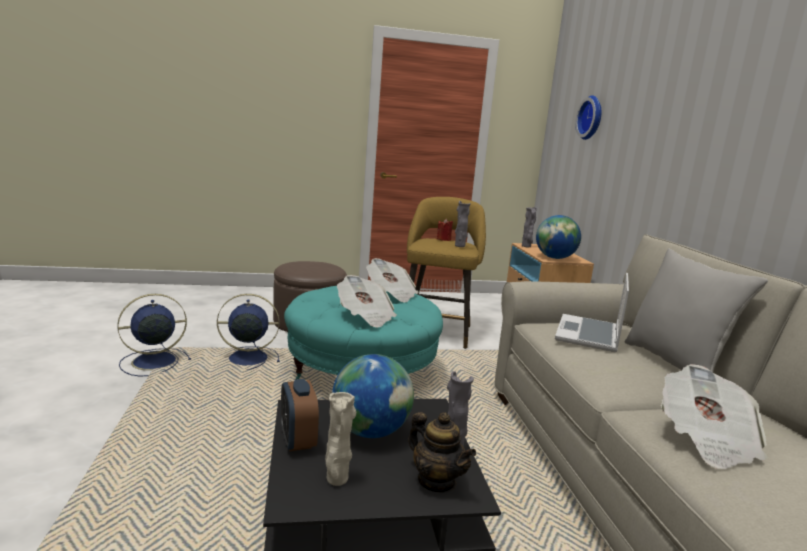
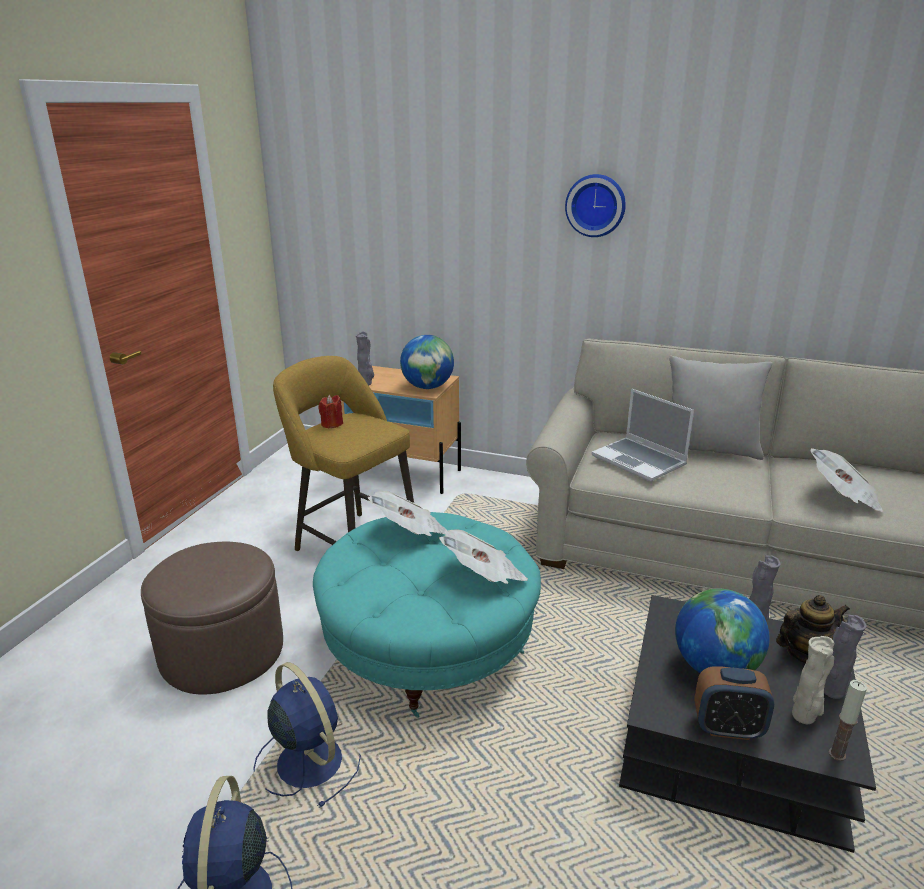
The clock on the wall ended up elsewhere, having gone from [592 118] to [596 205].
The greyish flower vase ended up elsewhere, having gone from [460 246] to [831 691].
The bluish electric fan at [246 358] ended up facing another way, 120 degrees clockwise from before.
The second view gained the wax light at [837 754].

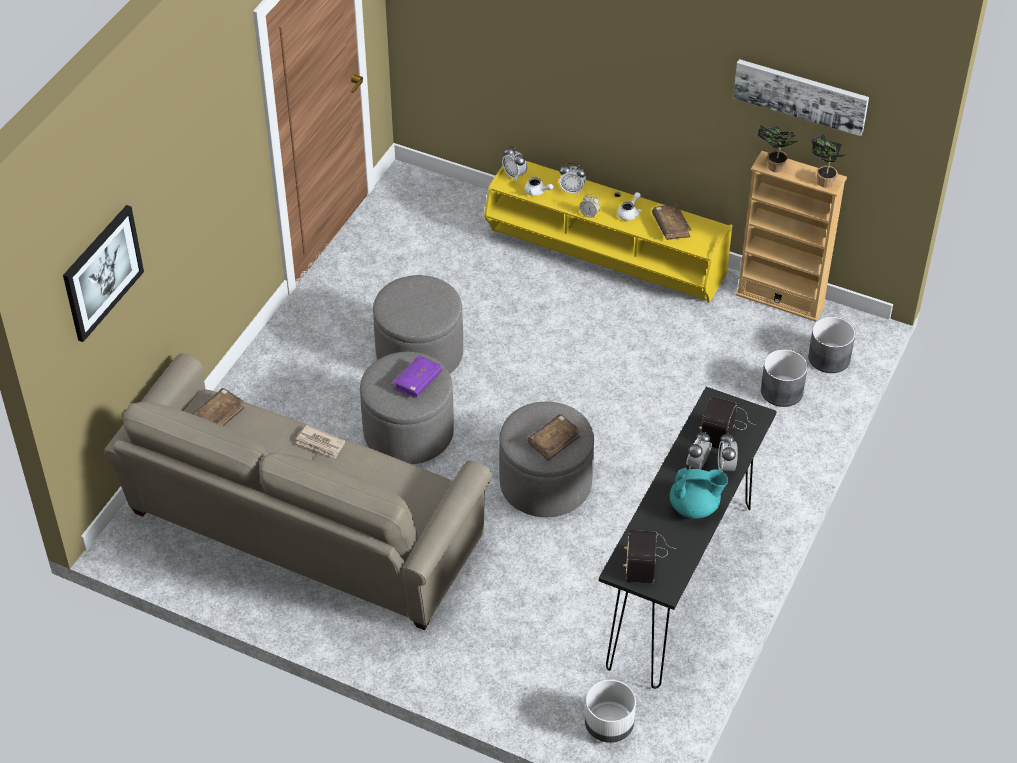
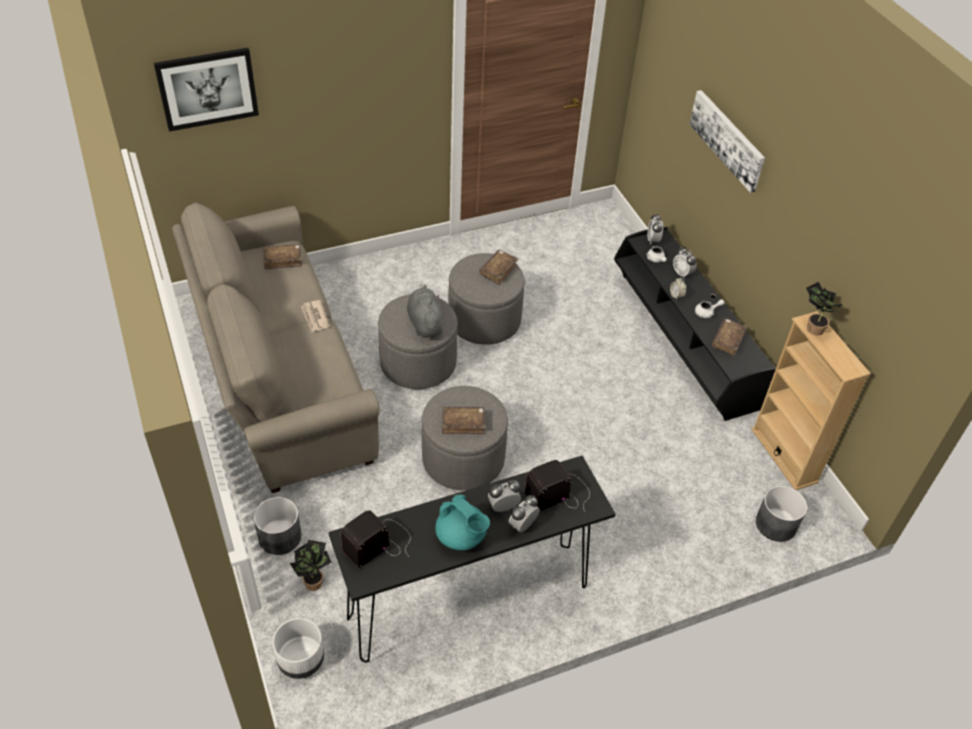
The wall art ended up elsewhere, having gone from [801 95] to [727 139].
The houseplant ended up elsewhere, having gone from [823 181] to [313 581].
What was the yellowish tv unit at [605 257] turned into the black-coloured tv unit at [682 341].
The greyish plant pot ended up elsewhere, having gone from [781 391] to [279 536].
Where the purple bound book stood at [417 381], the greyish soft toy came to stand at [425 323].
The second view gained the brownish bound book at [498 270].

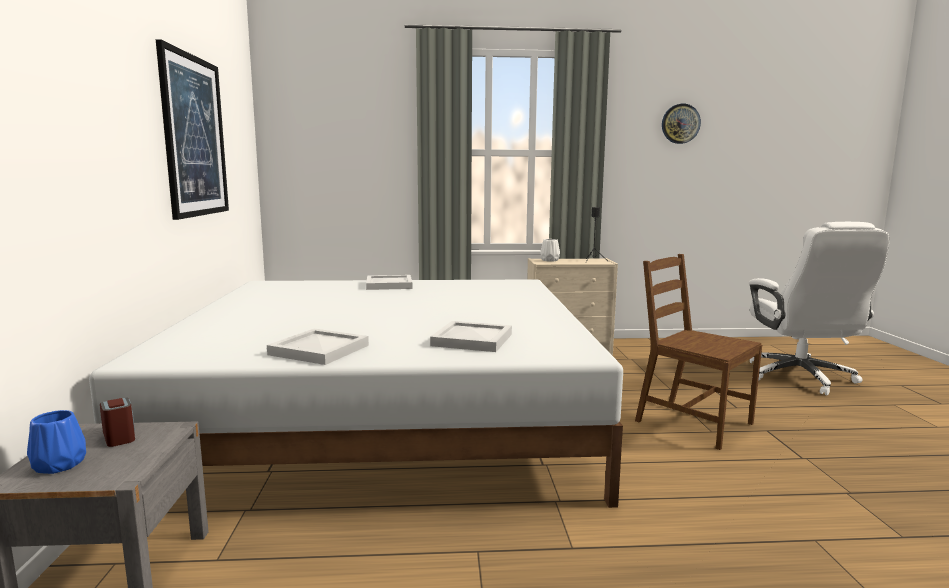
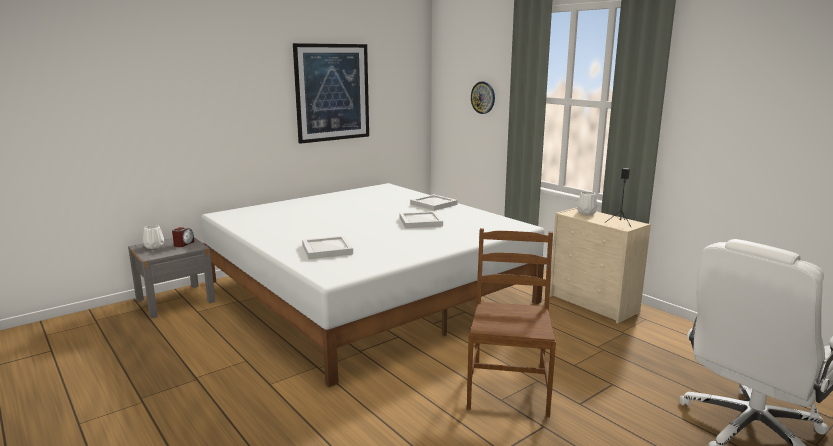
The clock on the wall ended up elsewhere, having gone from [680 123] to [483 97].
The white-coloured tray ended up elsewhere, having gone from [321 350] to [421 222].
What was the bluish flower vase at [58 465] turned into the white-coloured flower vase at [153 246].

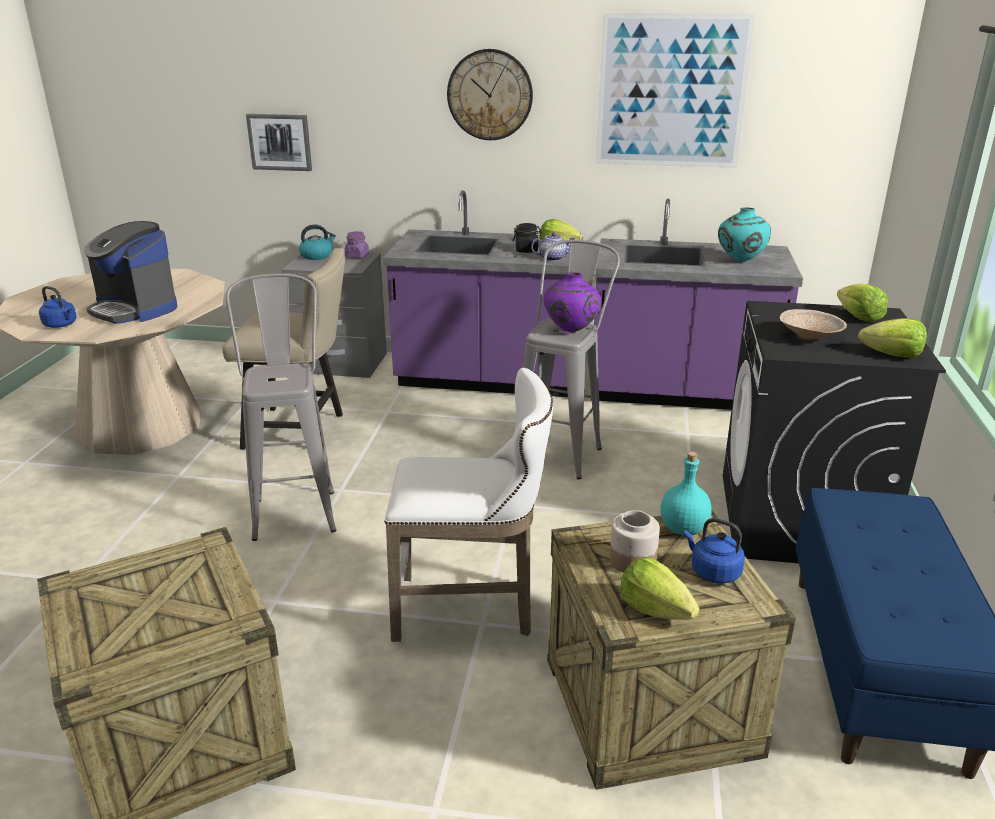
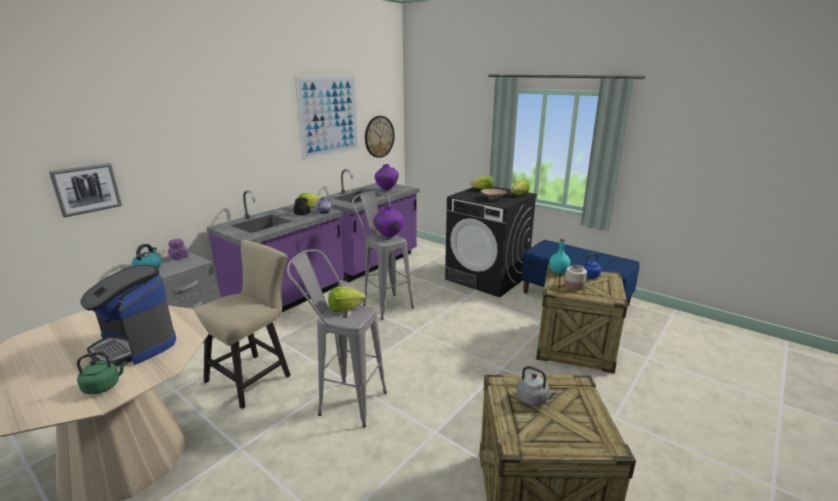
The clock on the wall ended up elsewhere, having gone from [490 95] to [379 136].
What was the blue-green flower vase at [740 261] turned into the purple flower vase at [386 190].
The coffee machine at [135 309] ended up facing another way, 60 degrees clockwise from before.
What was the bluish water kettle at [61 325] turned into the green water kettle at [104 386].
The second view lost the white-coloured stool seat at [472 609].
The lettuce ended up elsewhere, having gone from [655 609] to [345 308].
The second view gained the greyish water kettle at [533 399].

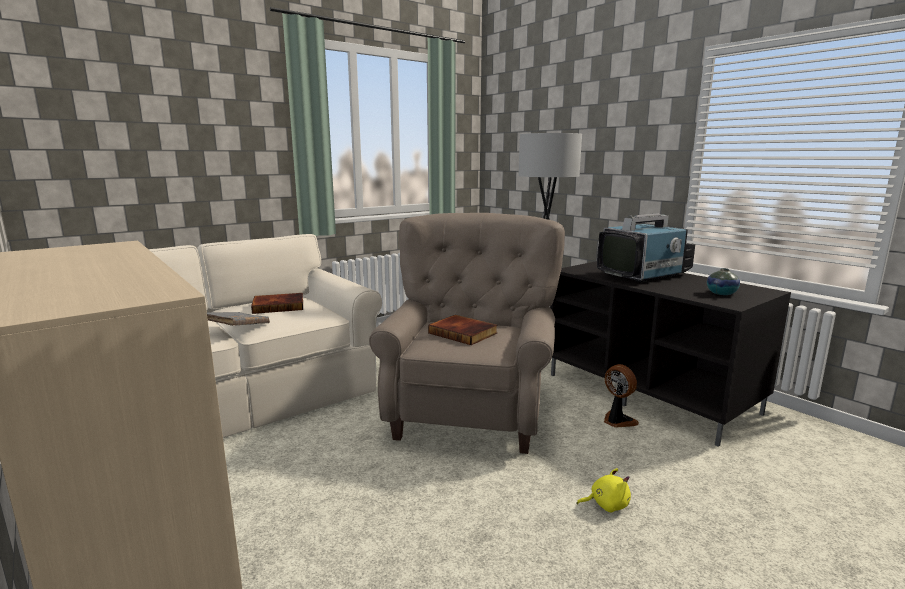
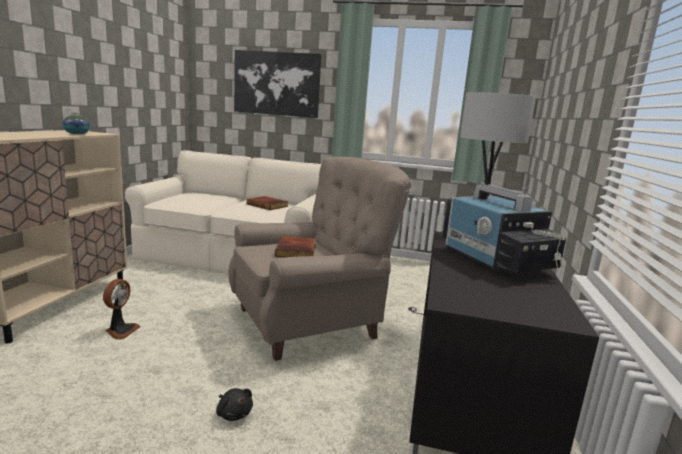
The TV at [644 275] ended up facing another way, 45 degrees clockwise from before.
The flower vase ended up elsewhere, having gone from [721 293] to [77 134].
The second view lost the greyish bound book at [236 328].
The electric fan ended up elsewhere, having gone from [617 421] to [121 330].
What was the yellowish soft toy at [606 504] turned into the black-coloured soft toy at [234 413].
The second view gained the wall art at [277 84].

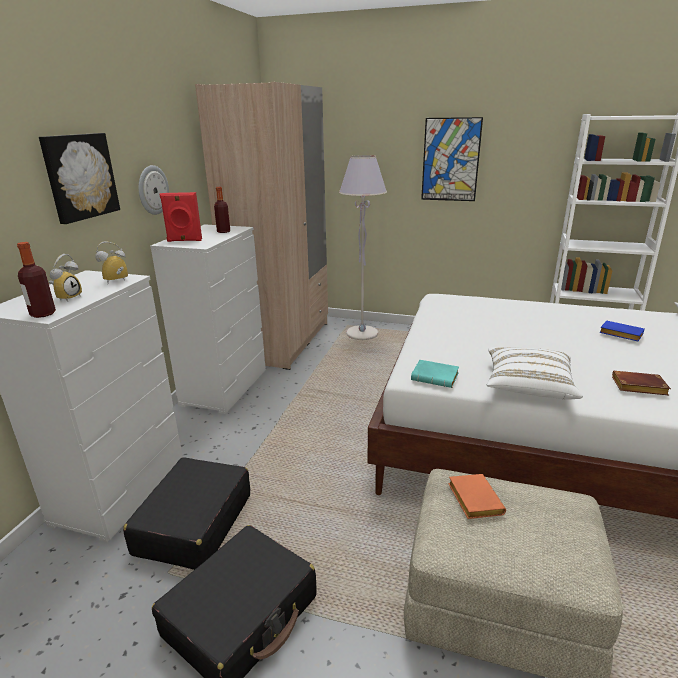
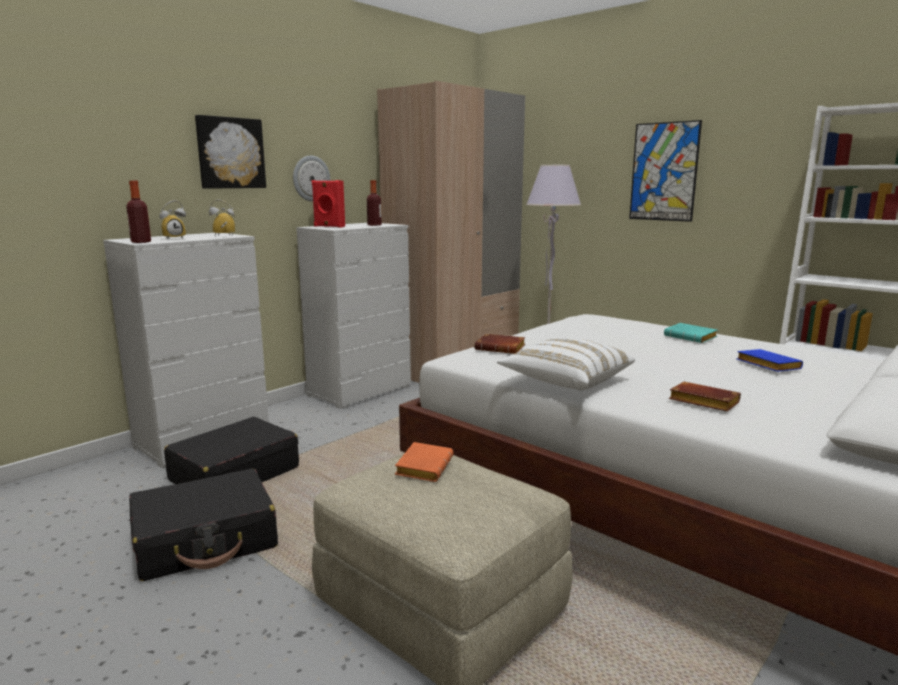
The blue-green bound book ended up elsewhere, having gone from [436 377] to [691 337].
The second view gained the brownish bound book at [501 348].

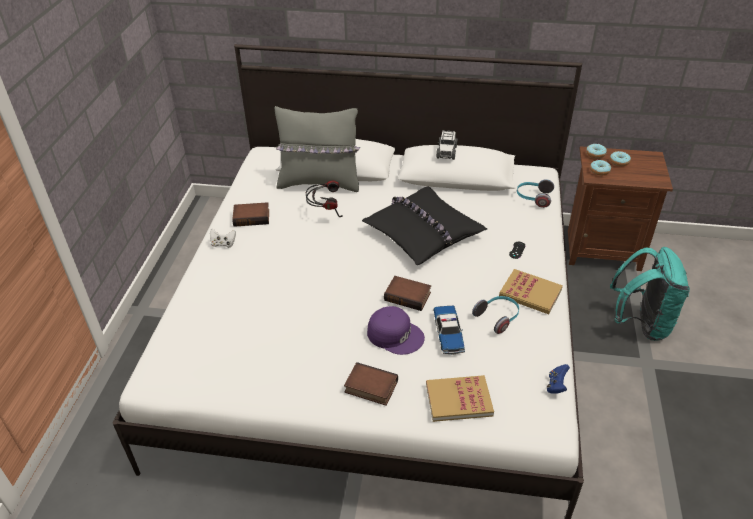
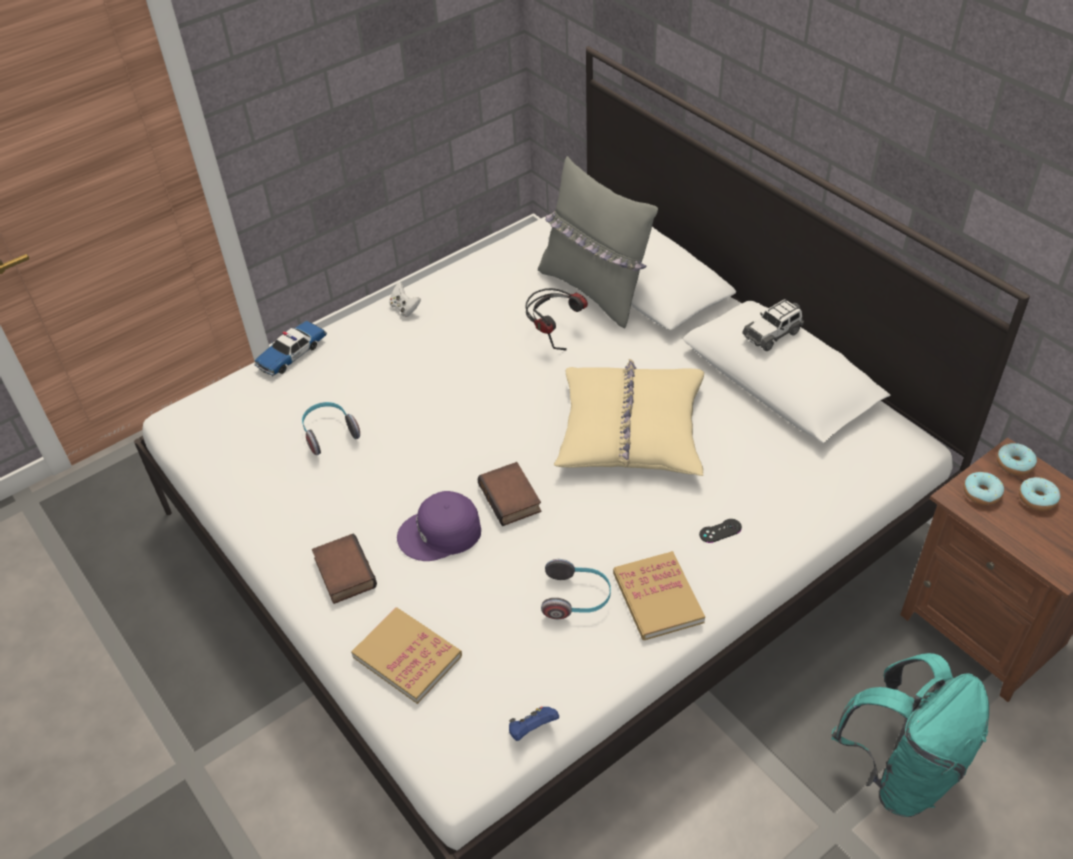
The headset ended up elsewhere, having gone from [533 198] to [329 433].
What was the black-coloured cushion at [422 233] turned into the beige cushion at [631 430].
The second view lost the bound book at [252 217].
The purple cap at [395 334] ended up facing another way, 90 degrees clockwise from before.
The model car ended up elsewhere, having gone from [448 333] to [292 354].

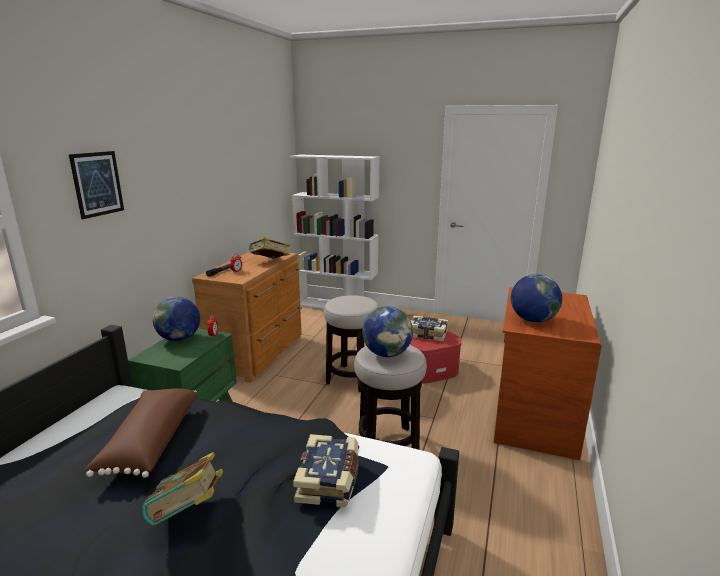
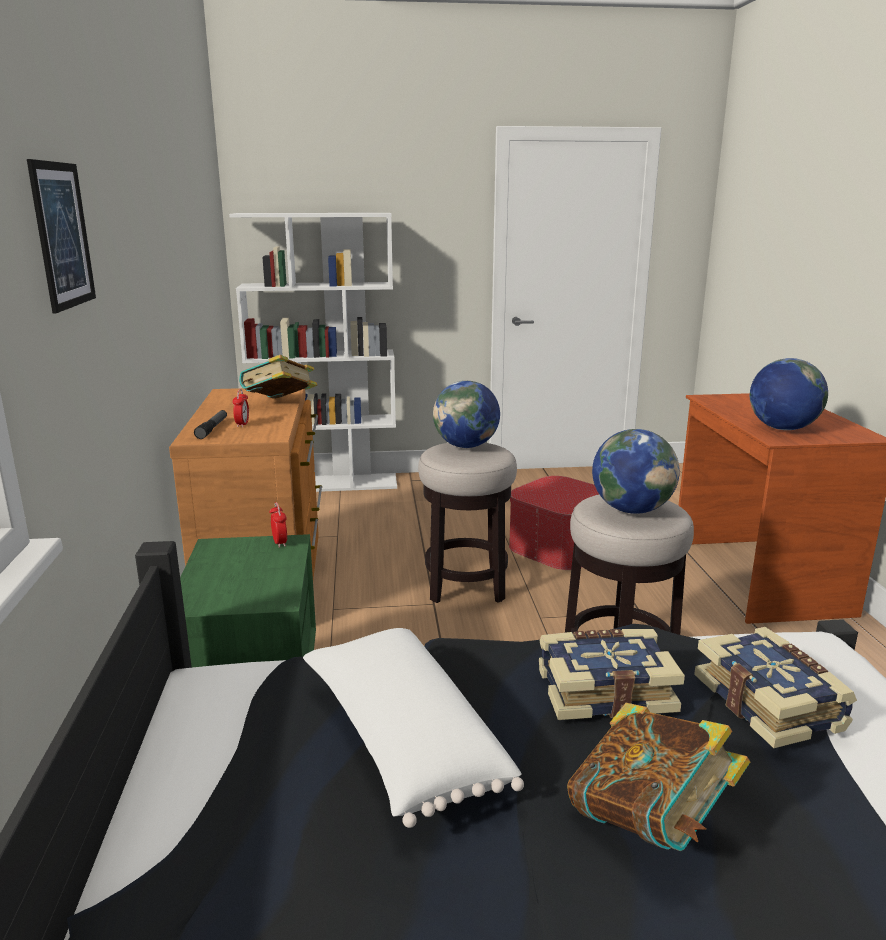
The globe ended up elsewhere, having gone from [179 339] to [466 446].
The bound book ended up elsewhere, having gone from [428 334] to [604 690].
What was the brownish cushion at [149 442] turned into the white-coloured cushion at [401 741].

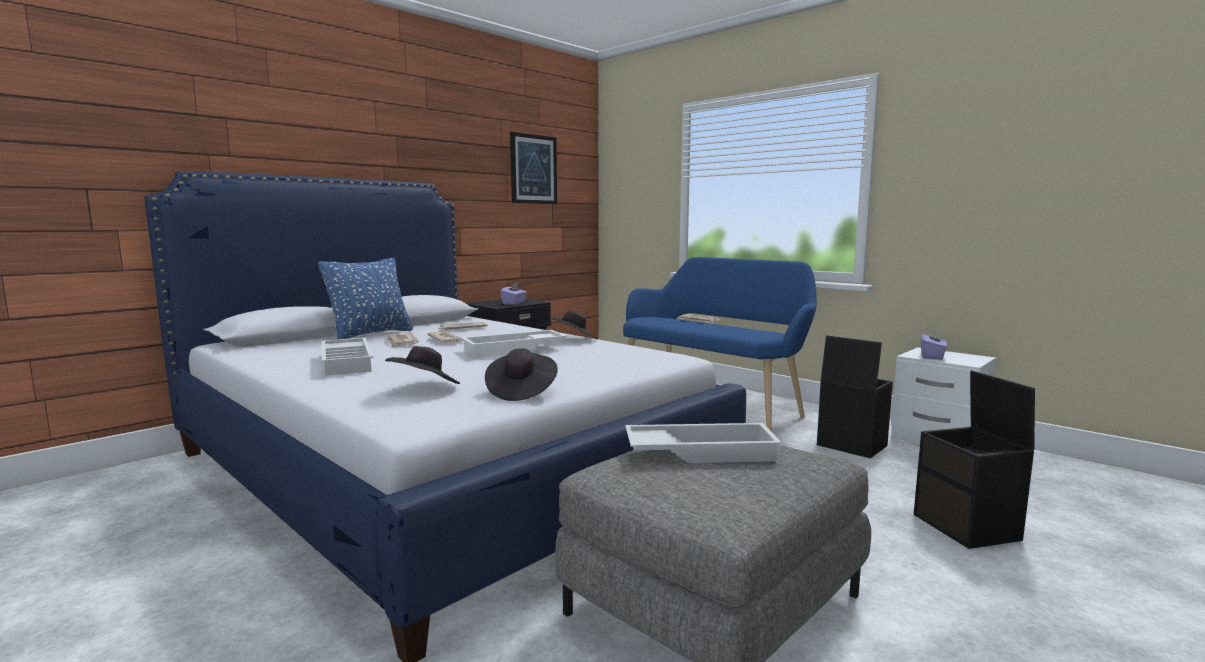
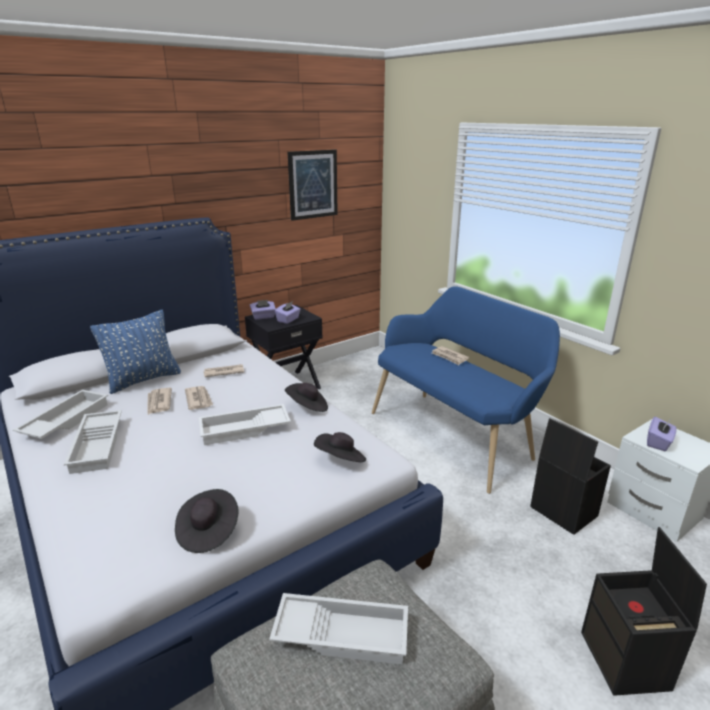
The black-coloured clothing hat ended up elsewhere, having gone from [425 387] to [341 460].
The second view gained the purple tissue holder at [263 317].
The second view gained the white-coloured tray at [65 420].

